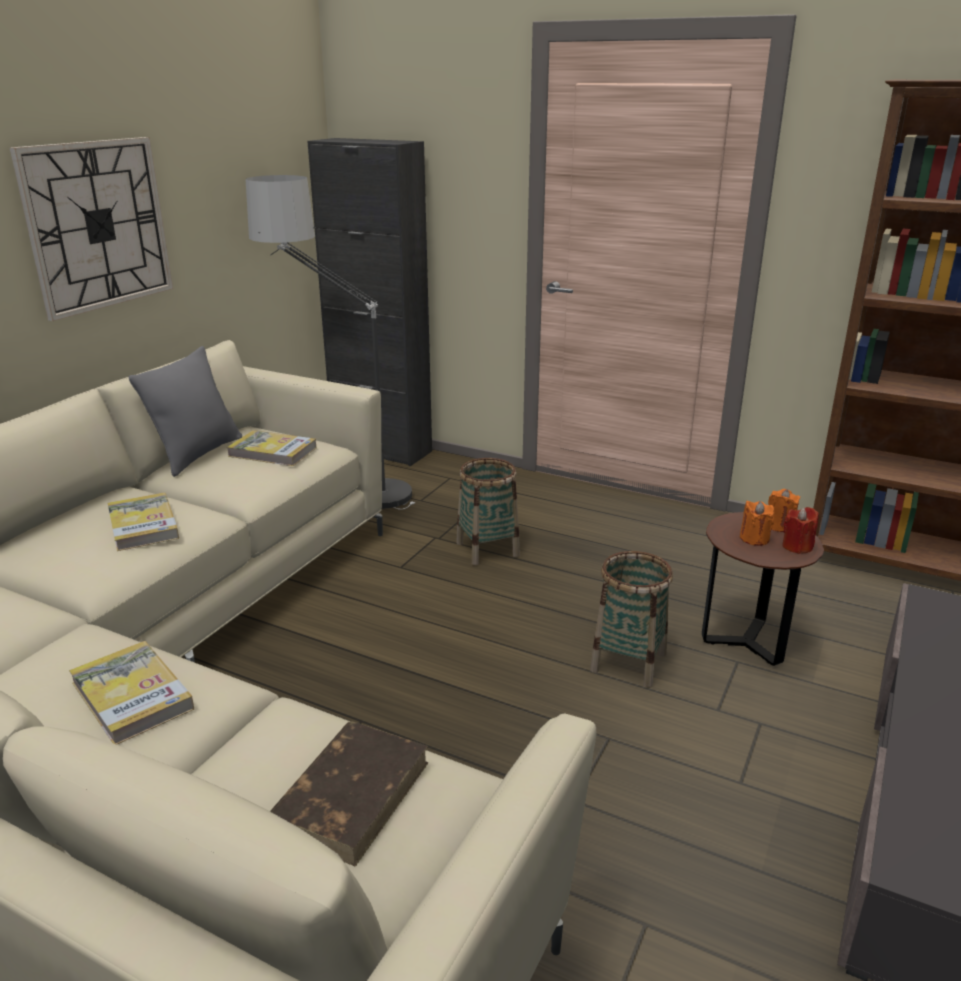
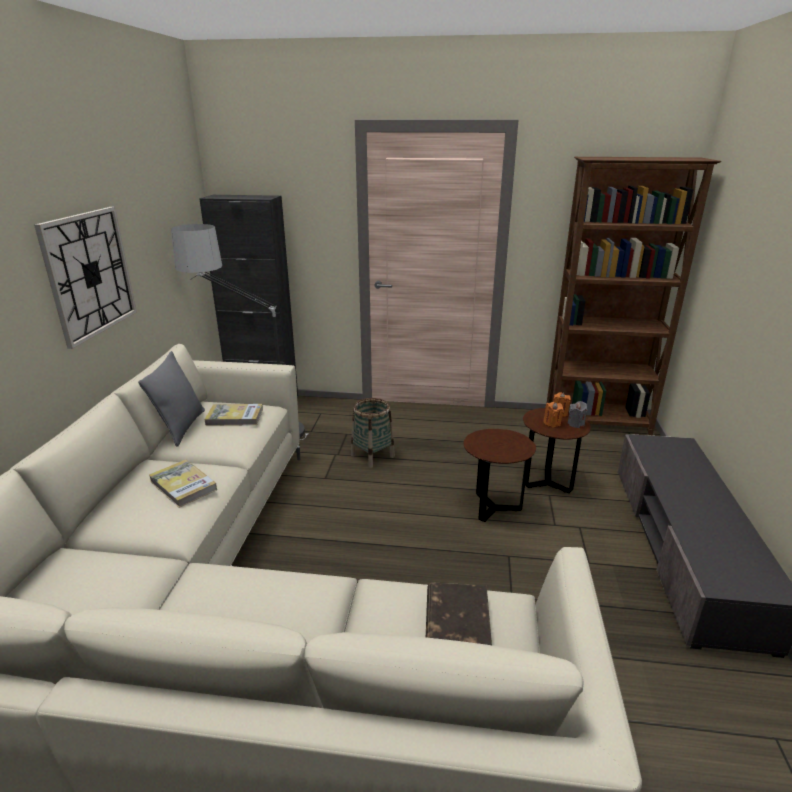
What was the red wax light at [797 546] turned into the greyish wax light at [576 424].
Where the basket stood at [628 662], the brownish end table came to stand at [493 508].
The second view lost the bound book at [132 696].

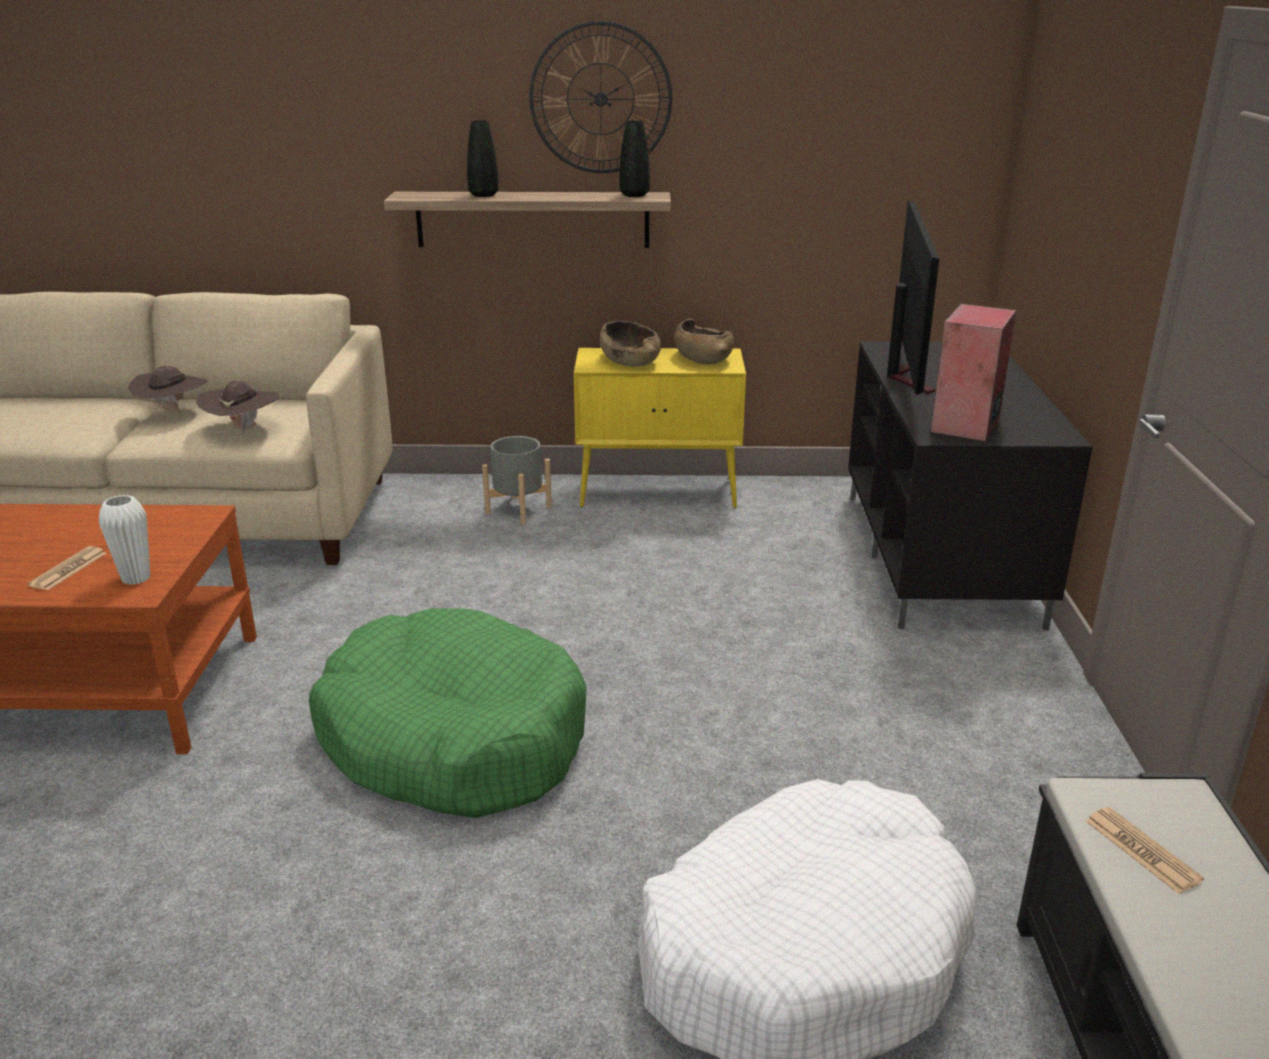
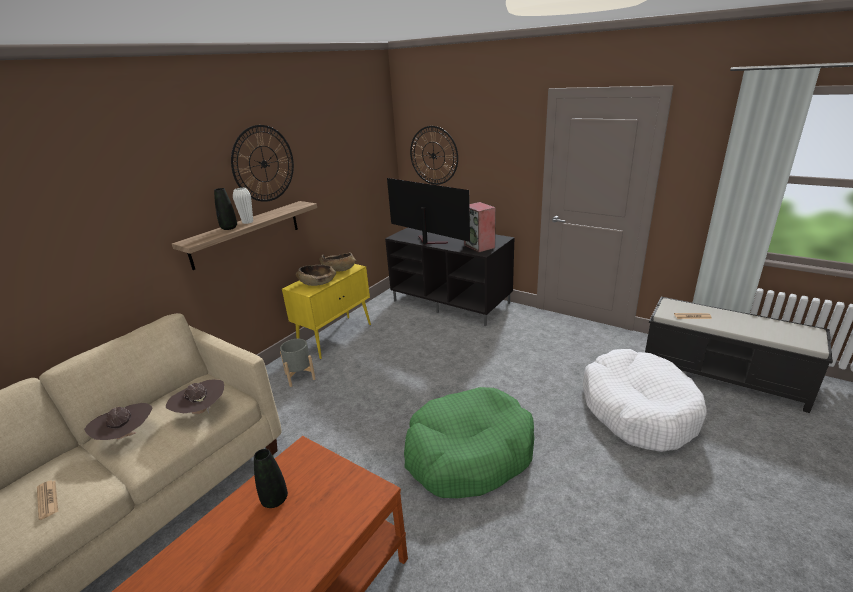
The black-coloured flower vase ended up elsewhere, having gone from [634 195] to [275 500].
The white-coloured flower vase ended up elsewhere, having gone from [136 578] to [247 222].
The newspaper ended up elsewhere, having gone from [68 569] to [47 499].
The second view gained the clock on the wall at [433 155].

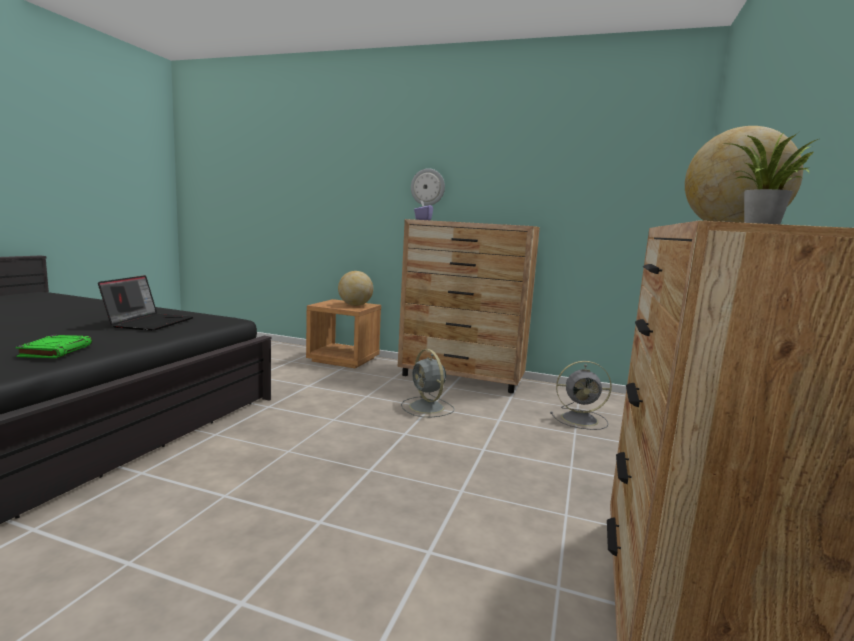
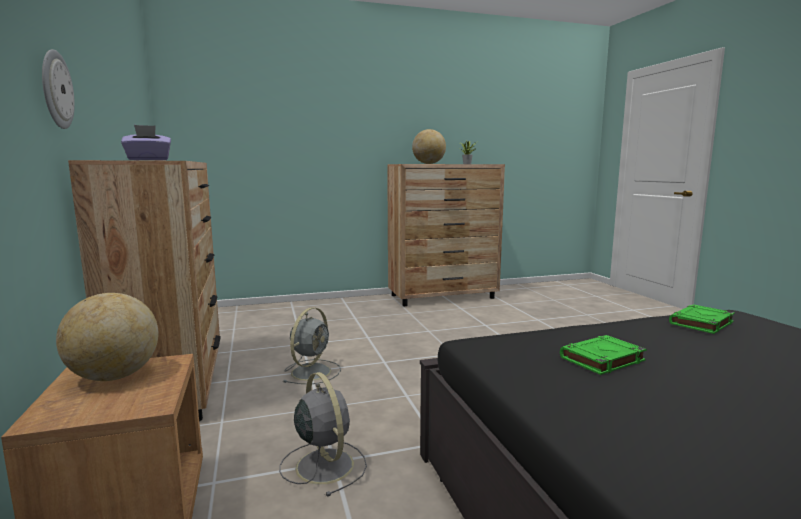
Where the laptop stood at [150 322], the green bound book came to stand at [602 359].
The greyish electric fan ended up elsewhere, having gone from [581 419] to [323 464].

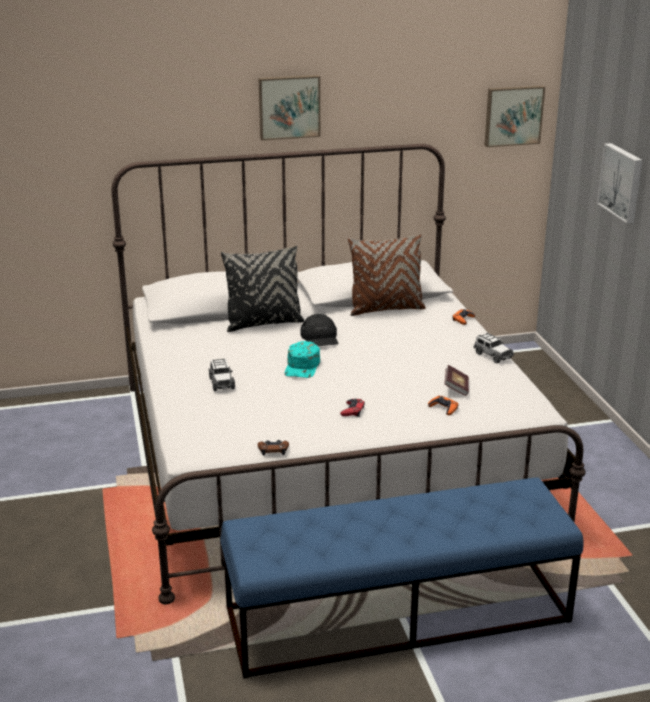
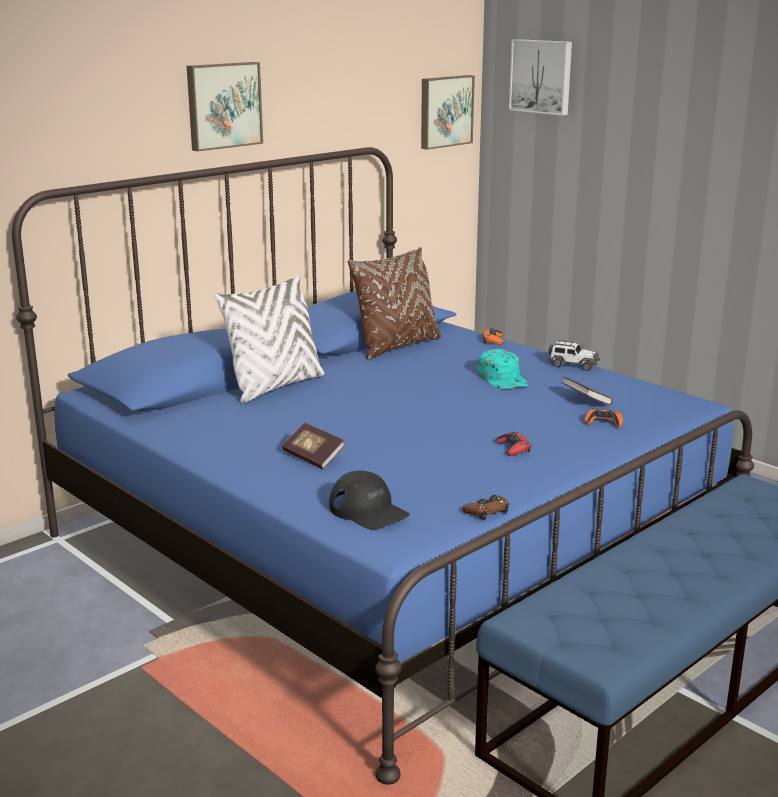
The wall art ended up elsewhere, having gone from [622 182] to [542 76].
What was the white-coloured bedroom bed at [324 455] turned into the bluish bedroom bed at [388 543].
What was the black-coloured cushion at [263 323] turned into the white-coloured cushion at [275 386].
The black-coloured cap ended up elsewhere, having gone from [320 337] to [368 511].
The blue-green cap ended up elsewhere, having gone from [302 366] to [503 378].
Where the model car stood at [221 383], the bound book came to stand at [313 457].

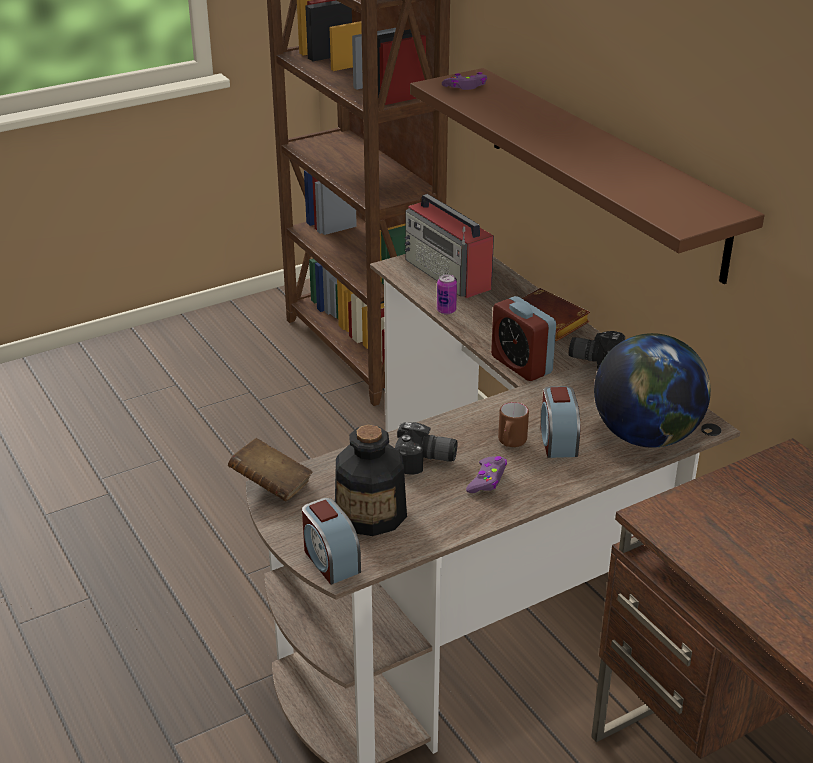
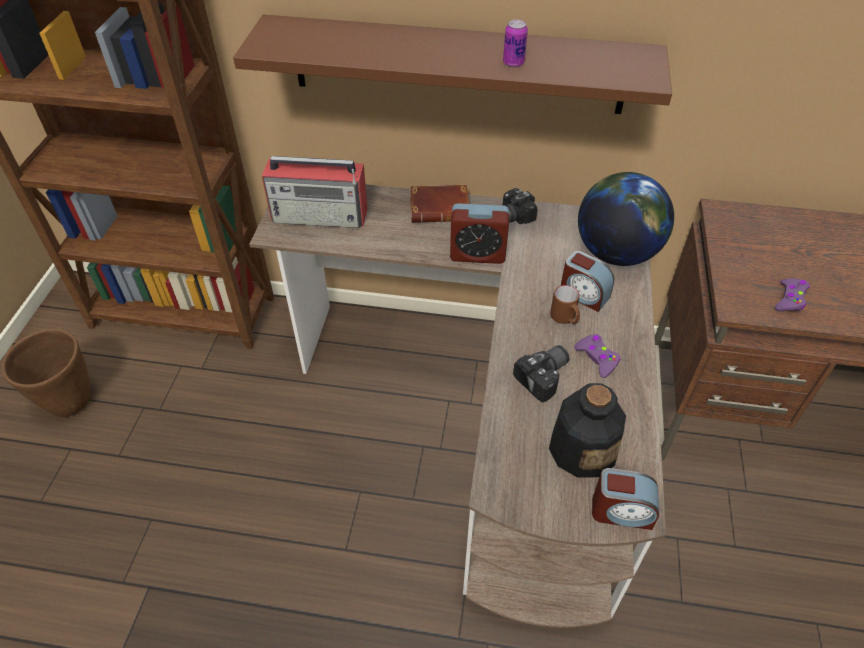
The purple gamepad ended up elsewhere, having gone from [466 87] to [790 299].
The sealed can ended up elsewhere, having gone from [446 310] to [513 63].
The second view lost the brownish bound book at [271 485].
The second view gained the brownish plant pot at [69 402].

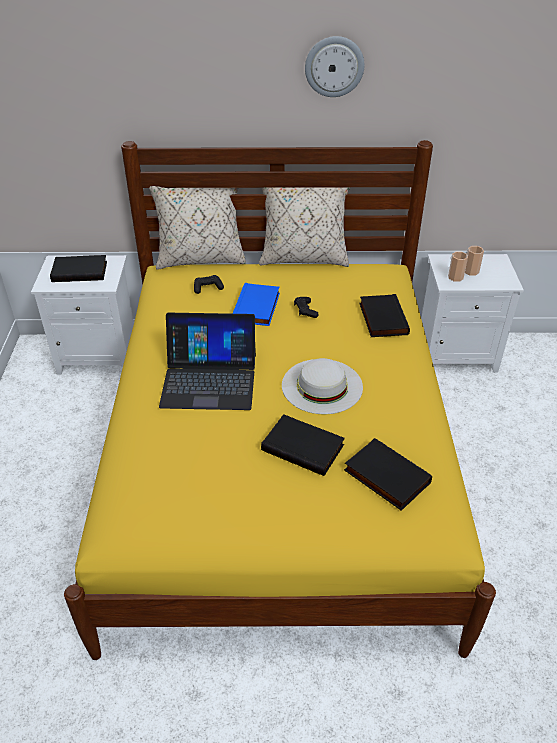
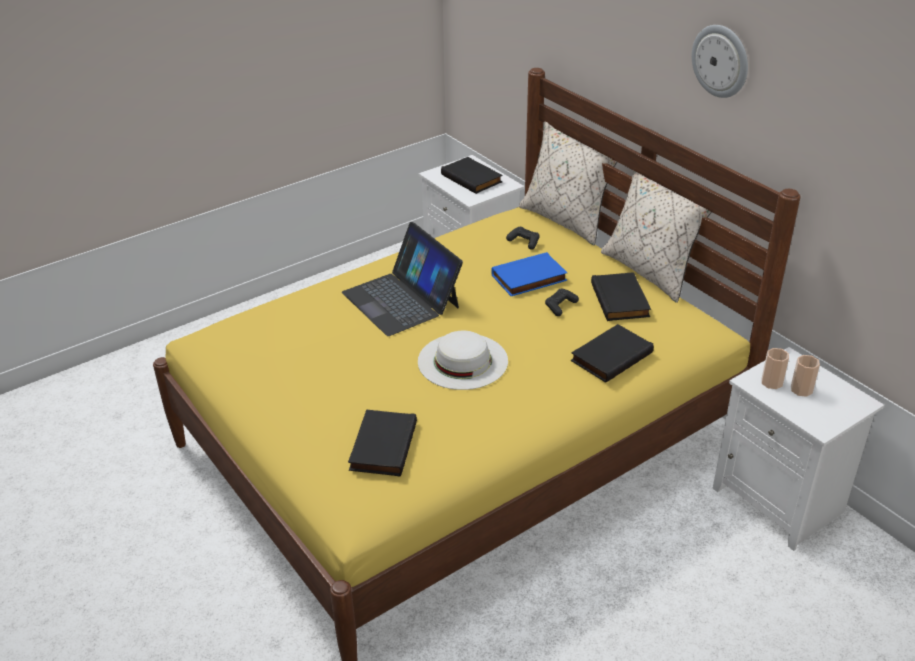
The black-coloured bound book ended up elsewhere, having gone from [304 447] to [621 300].

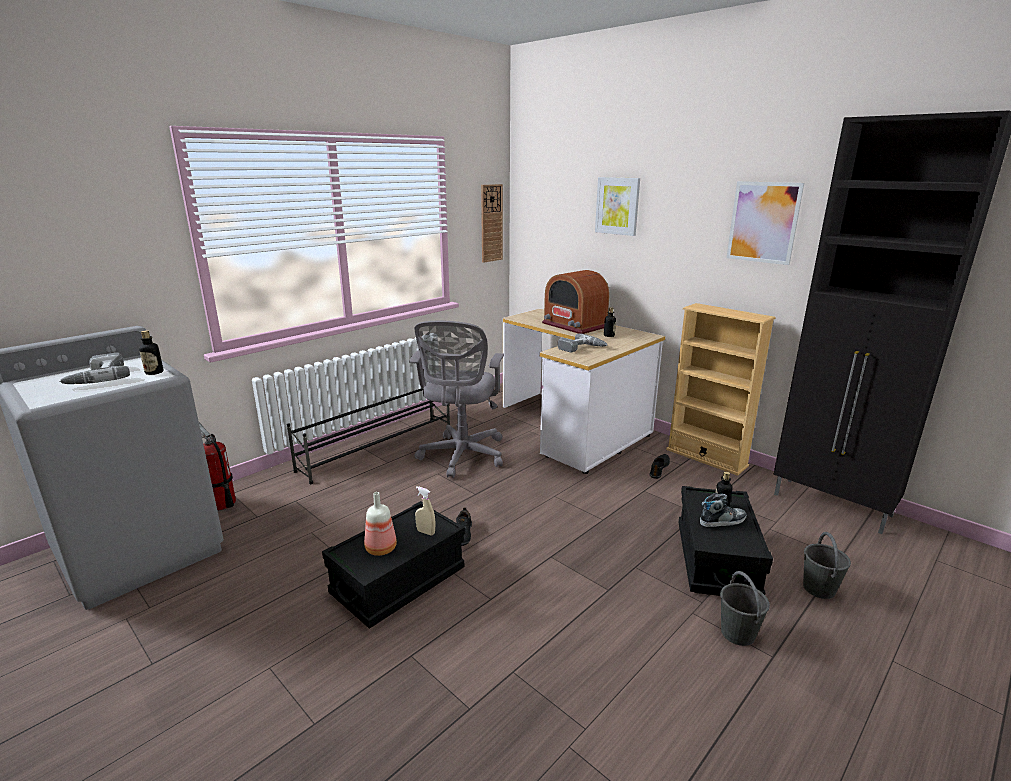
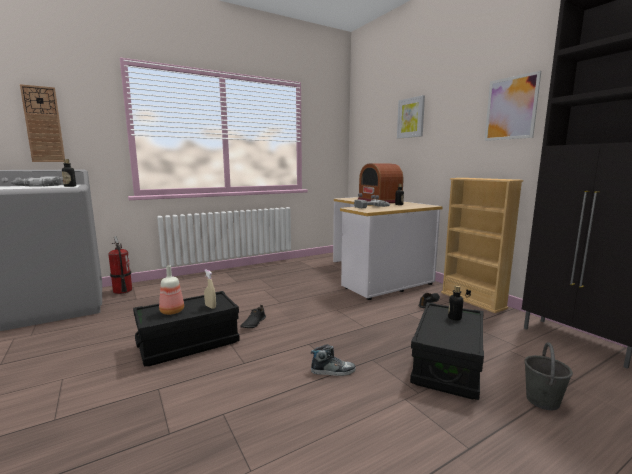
The clock on the wall ended up elsewhere, having gone from [491 223] to [43 124].
The second view lost the greyish desk chair at [461 457].
The second view lost the black-coloured shoe shelf at [379 448].
The low shoe ended up elsewhere, having gone from [722 520] to [333 371].
The second view lost the greyish pail at [738 634].

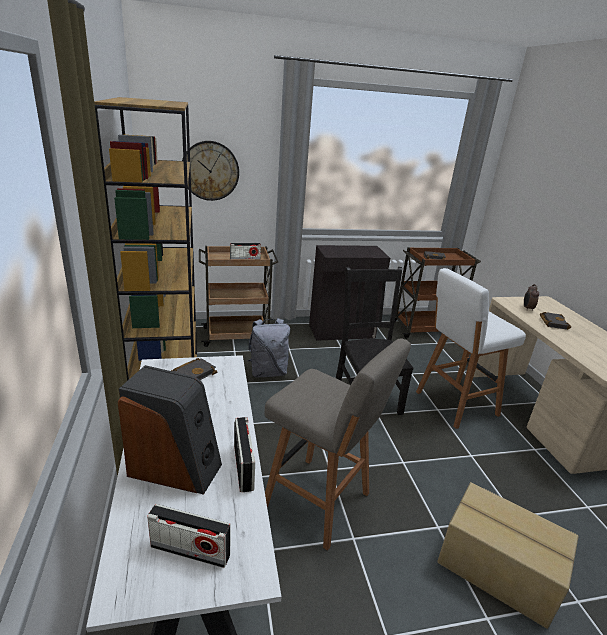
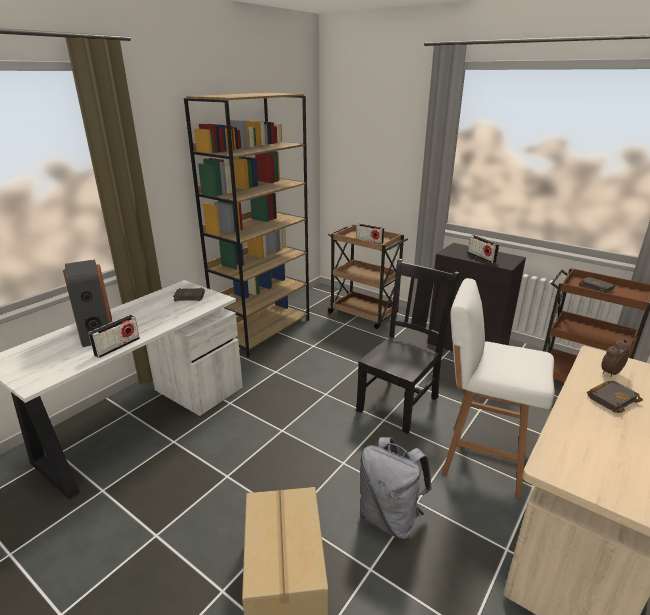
The second view lost the clock on the wall at [210 171].
The greyish rucksack ended up elsewhere, having gone from [268 372] to [390 517].
The second view lost the greyish stool seat at [320 502].
The radio receiver ended up elsewhere, having gone from [190 551] to [481 257].

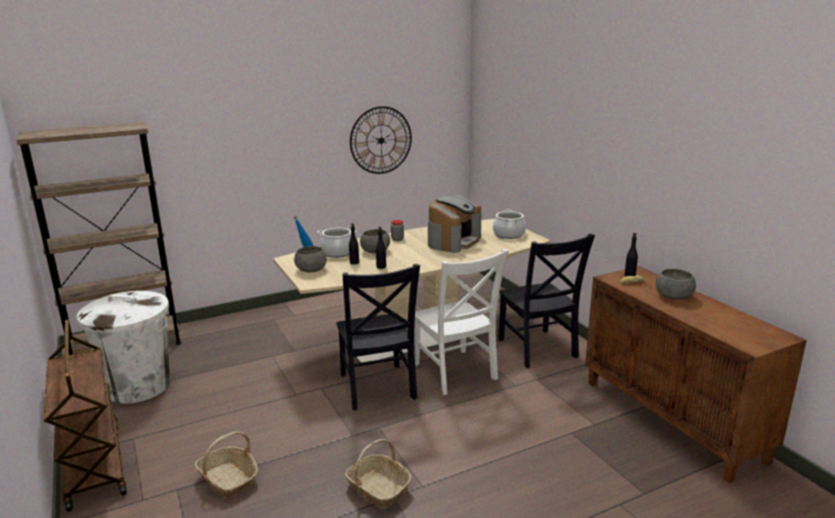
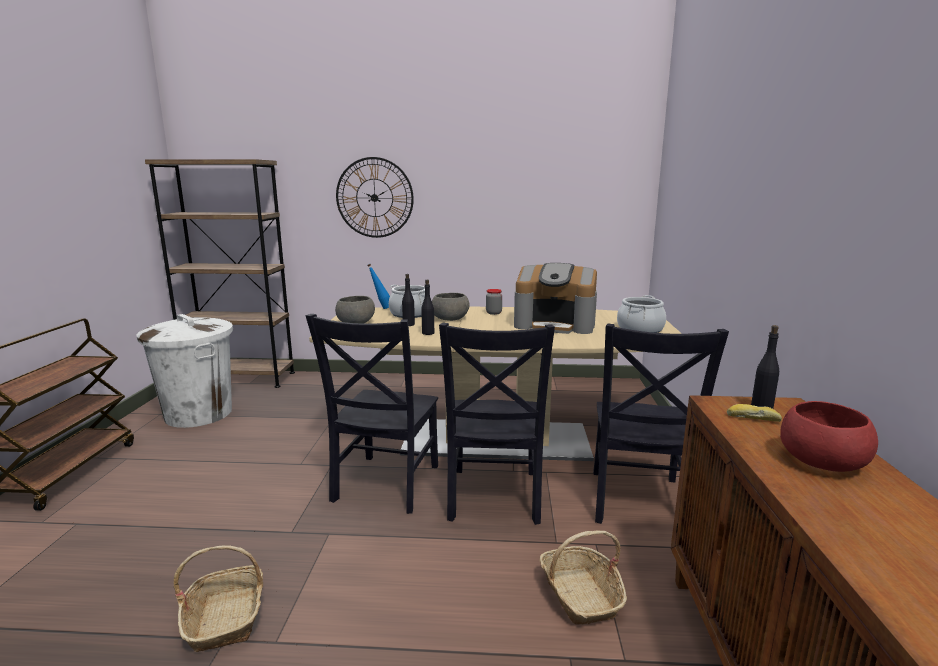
The clock on the wall ended up elsewhere, having gone from [381 140] to [374 198].
The coffee machine at [453 241] ended up facing another way, 45 degrees clockwise from before.
What was the white-coloured upright chair at [456 373] turned into the black-coloured upright chair at [493 498].
What was the greyish deep dish at [673 296] turned into the red deep dish at [820 461].
The basket ended up elsewhere, having gone from [228 479] to [580 595].

